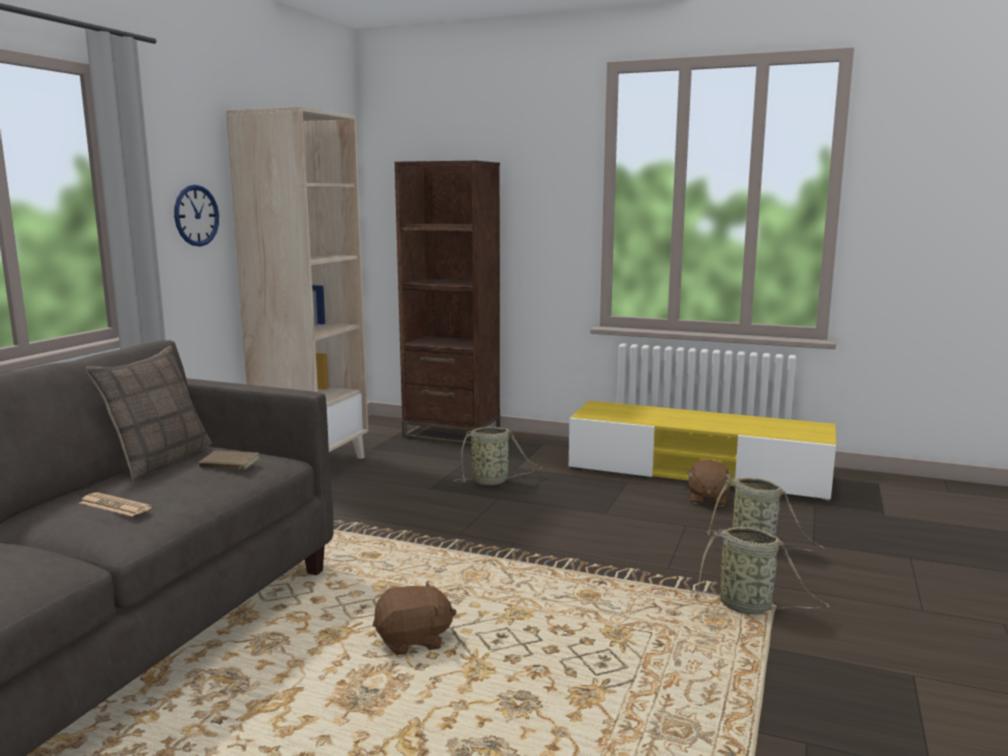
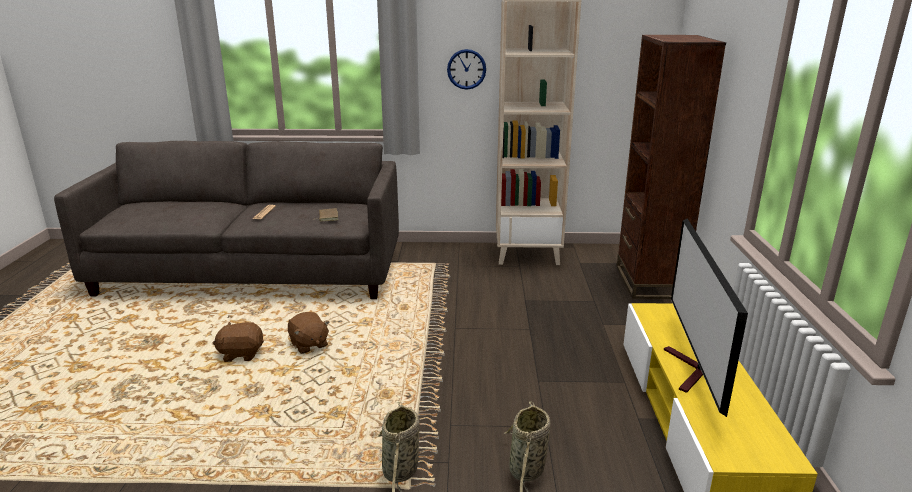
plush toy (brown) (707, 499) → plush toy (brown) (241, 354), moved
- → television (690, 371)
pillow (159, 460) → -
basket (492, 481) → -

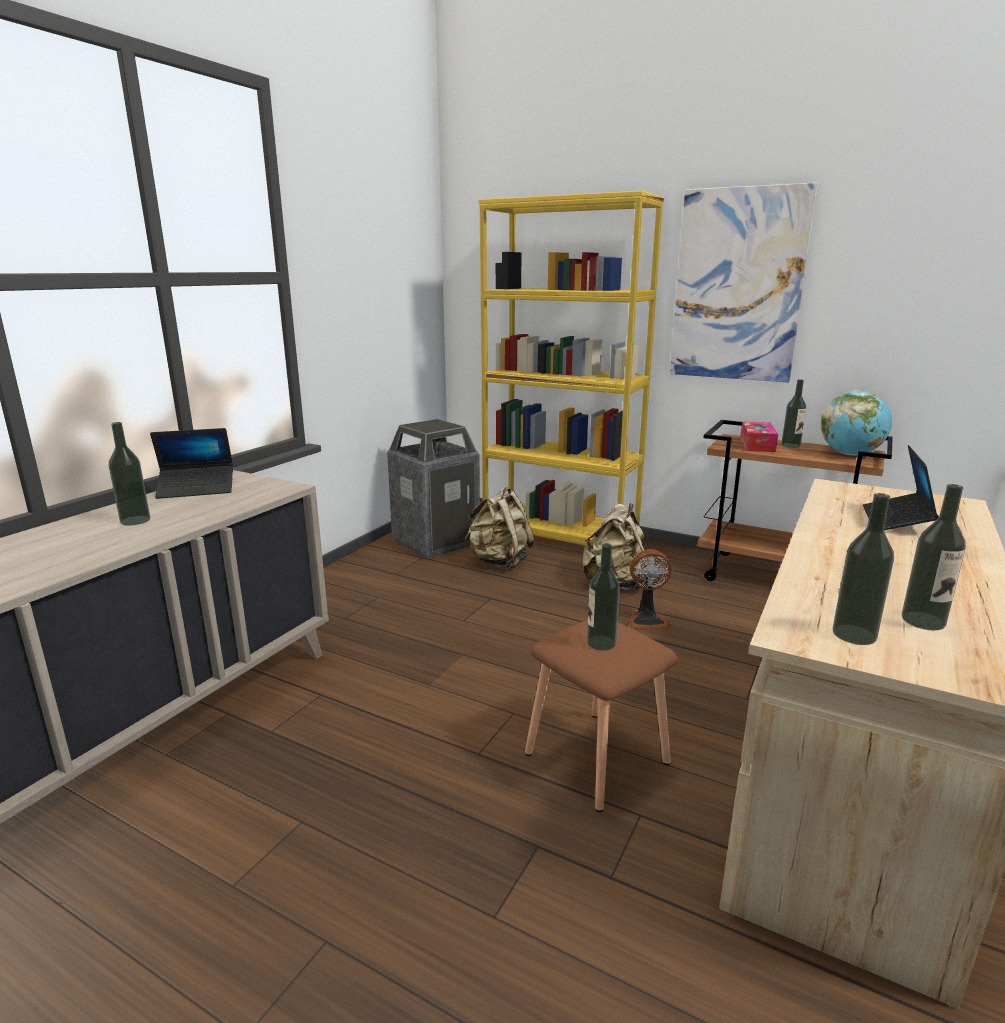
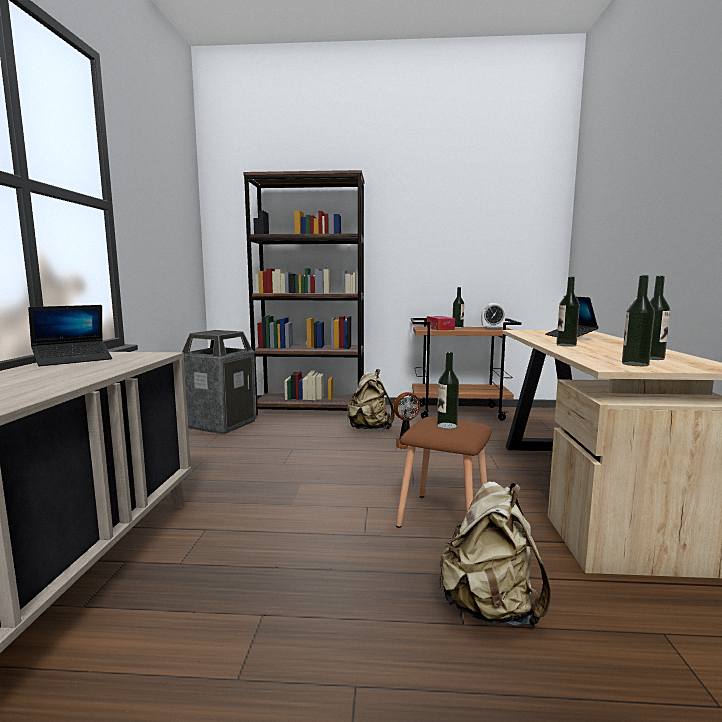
bookcase (yellow) (560, 536) → bookcase (brown) (311, 410)
backpack (beige) (499, 562) → backpack (beige) (490, 607), moved
globe (850, 454) → alarm clock (492, 328)
bottle (135, 520) → bottle (566, 345), moved
picture (737, 286) → -

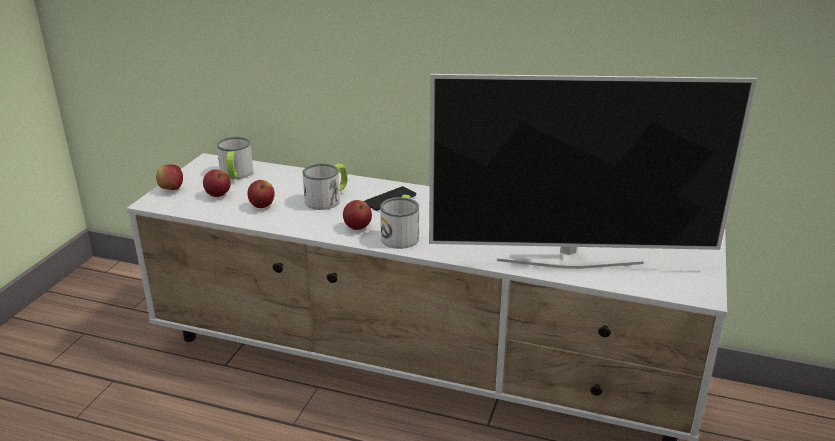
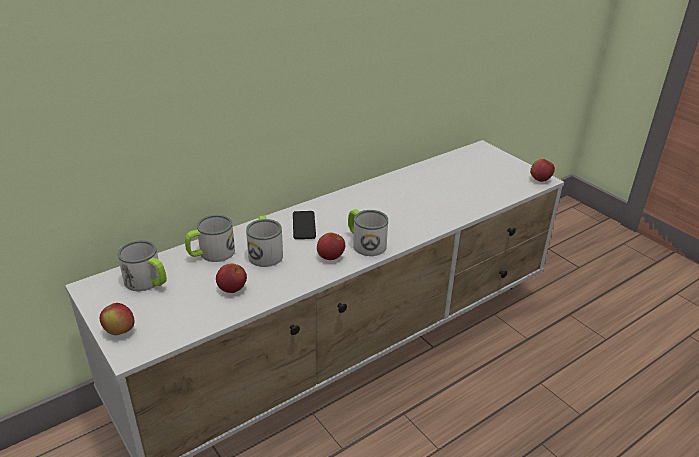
- → mug (211, 254)
apple (218, 195) → apple (540, 180), moved
television (569, 261) → -

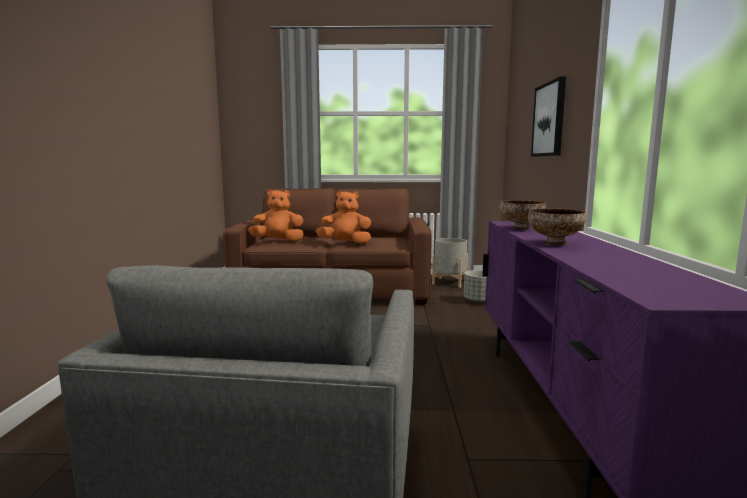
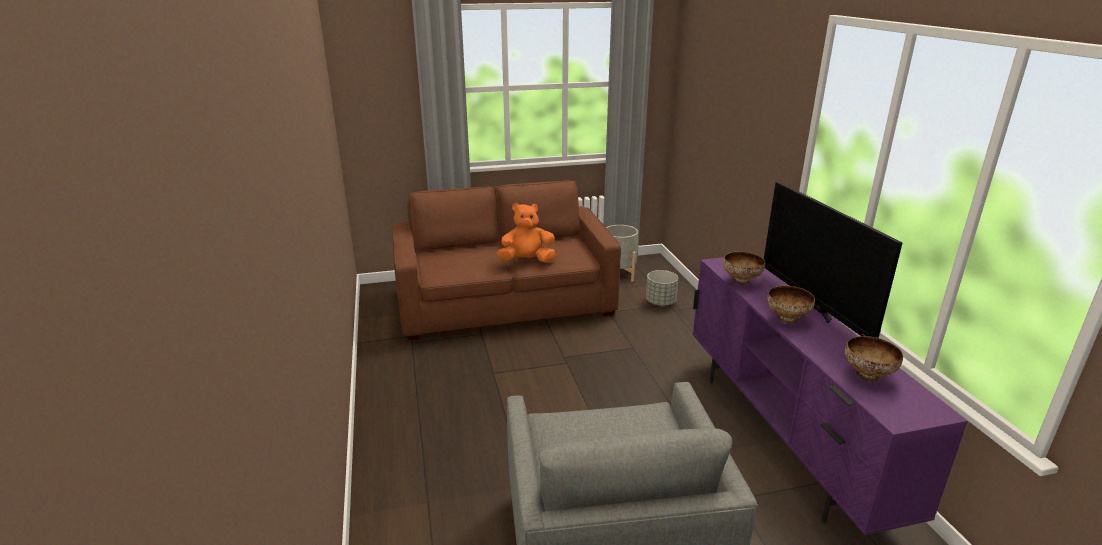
- → television (814, 308)
- → bowl (867, 376)
plush toy (orange) (278, 241) → -
picture (549, 120) → -

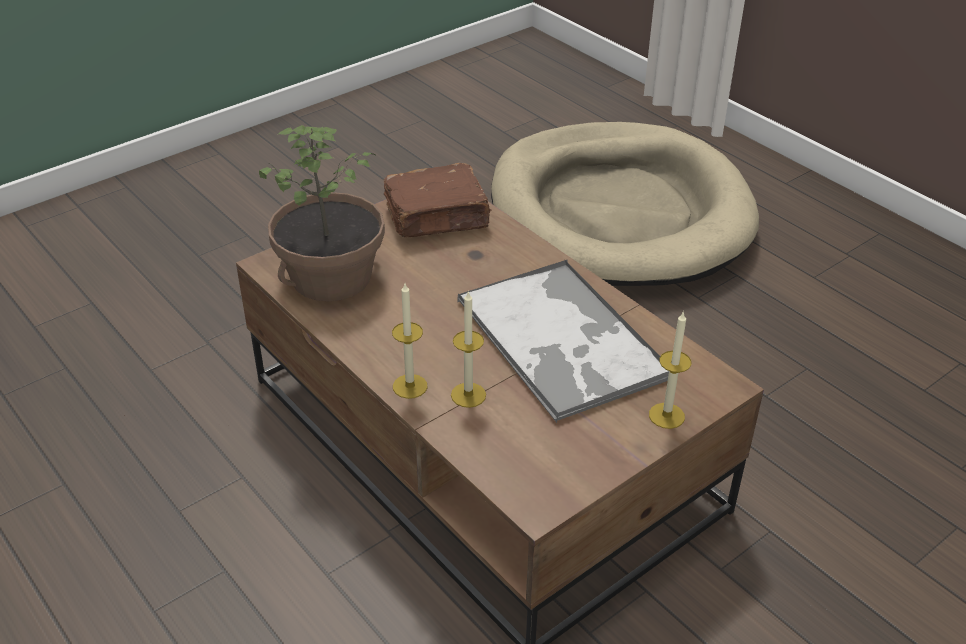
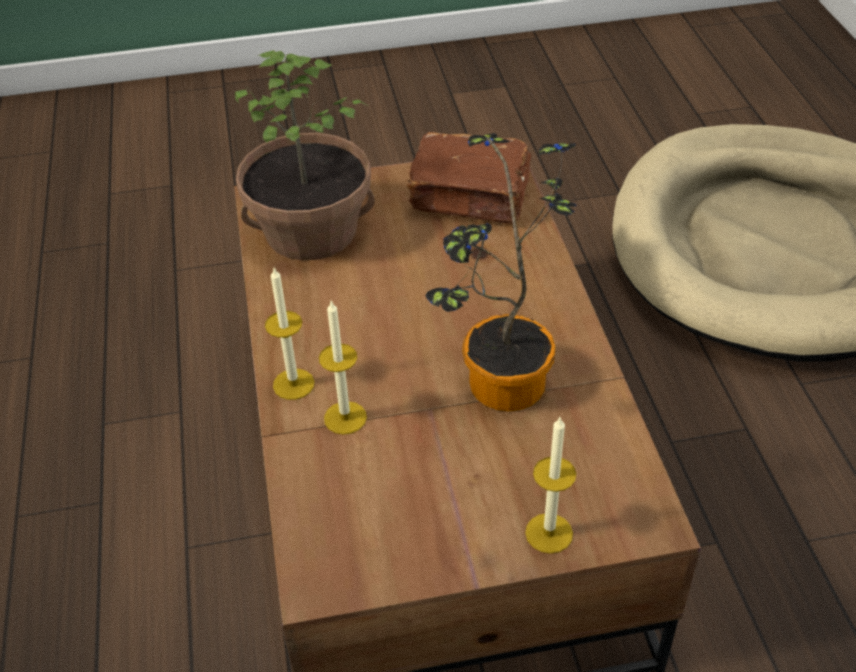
tray (562, 340) → potted plant (498, 390)

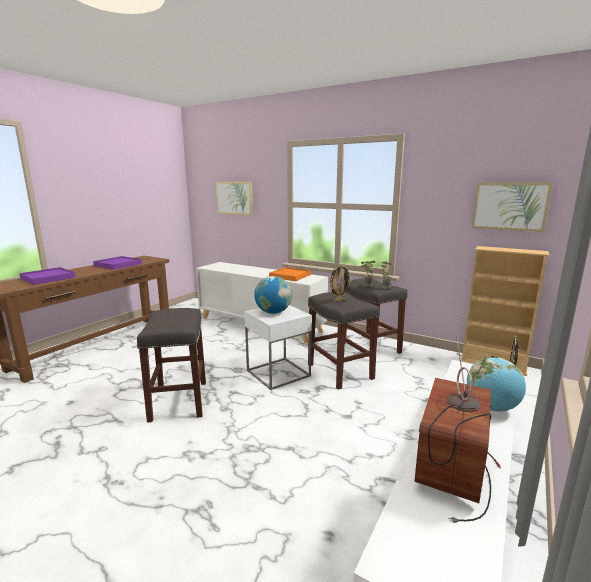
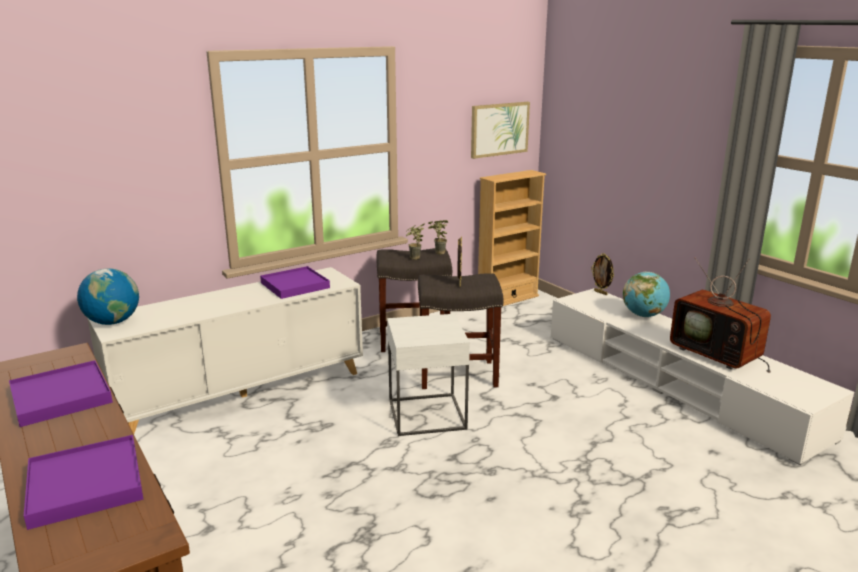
globe (273, 312) → globe (113, 322), moved
tray (orange) (290, 276) → tray (purple) (294, 285)
stool (grey) (178, 400) → -
picture (235, 198) → -

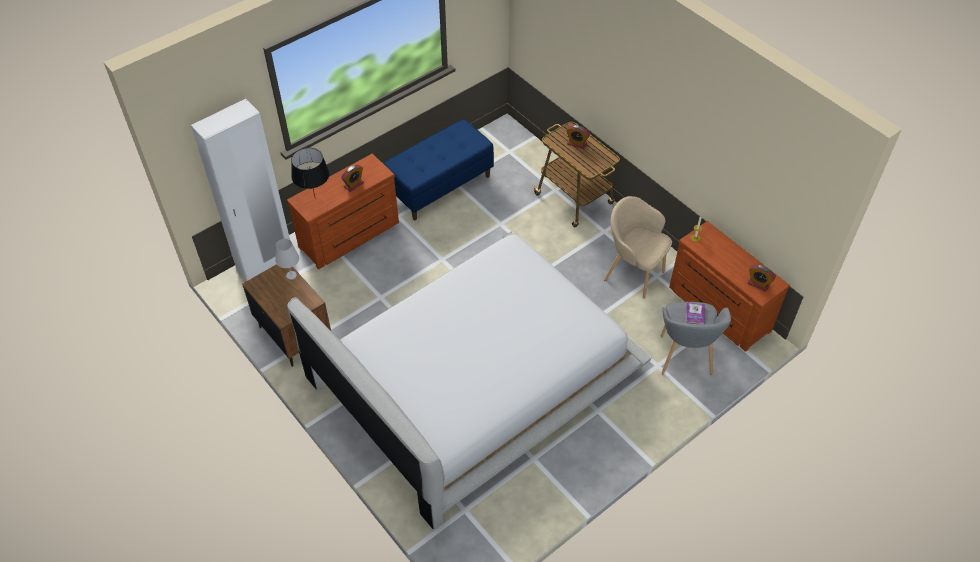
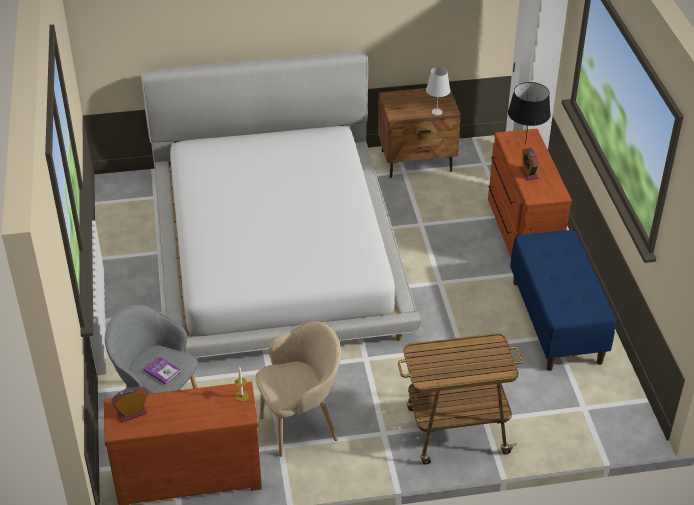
alarm clock (577, 144) → -

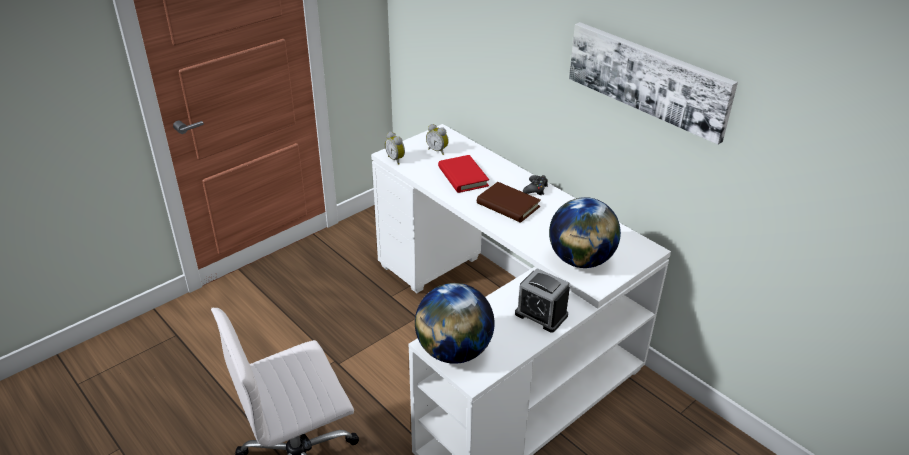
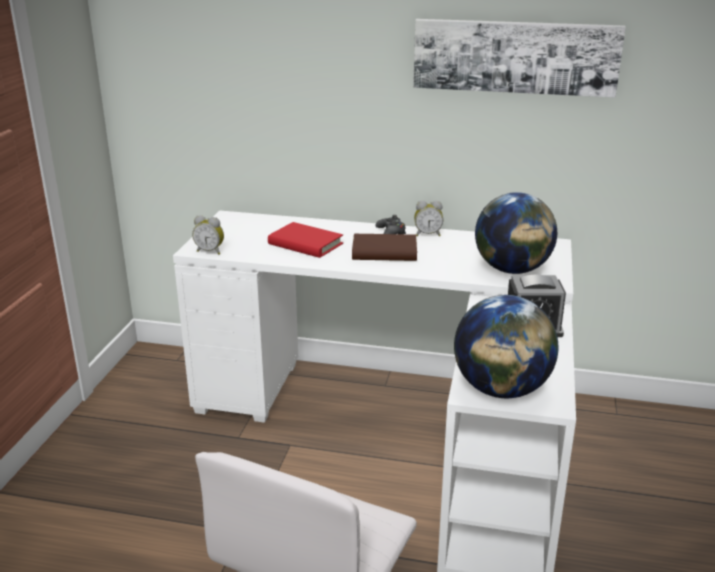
alarm clock (438, 150) → alarm clock (427, 234), moved

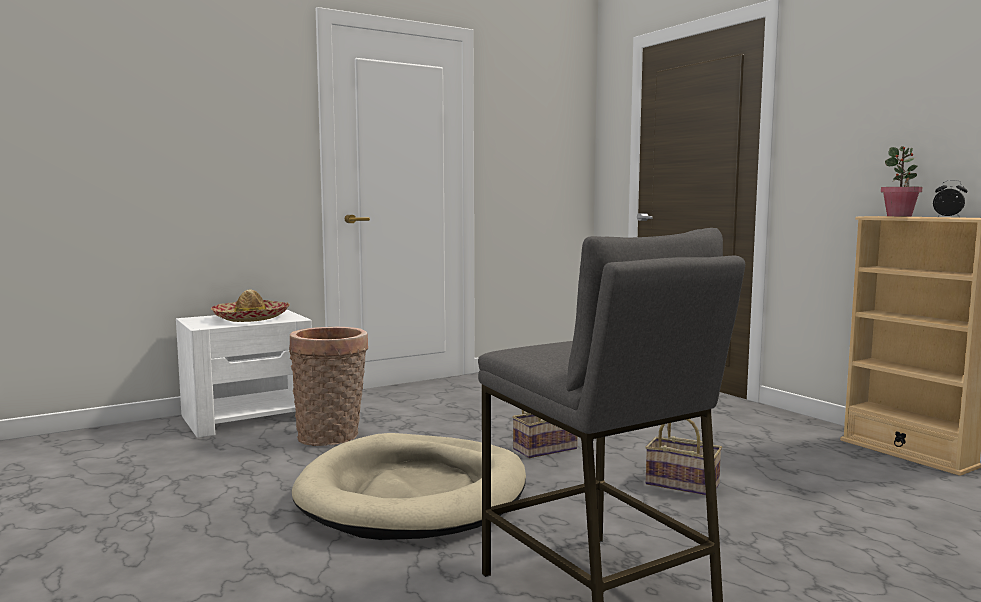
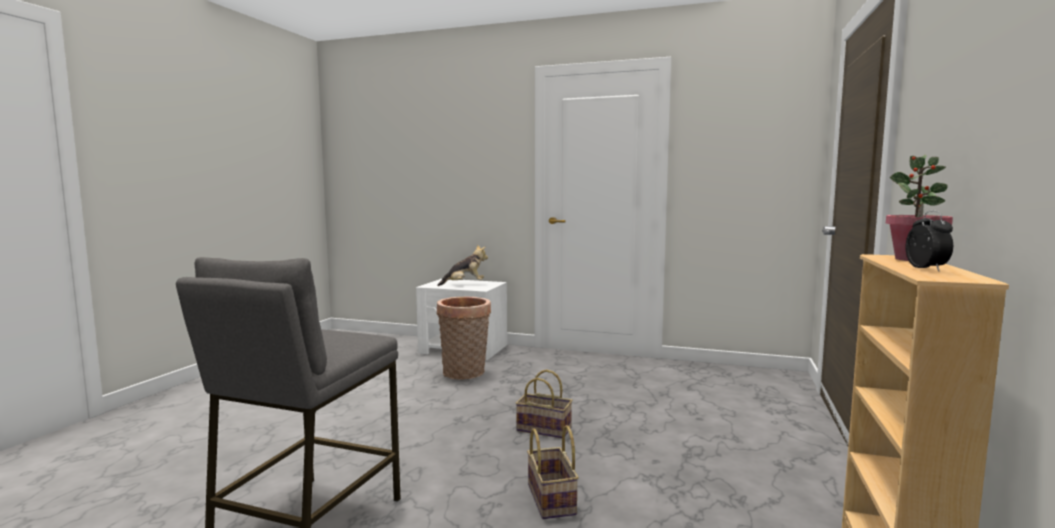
hat (251, 318) → plush toy (465, 285)
dog bed (beige) (414, 494) → -

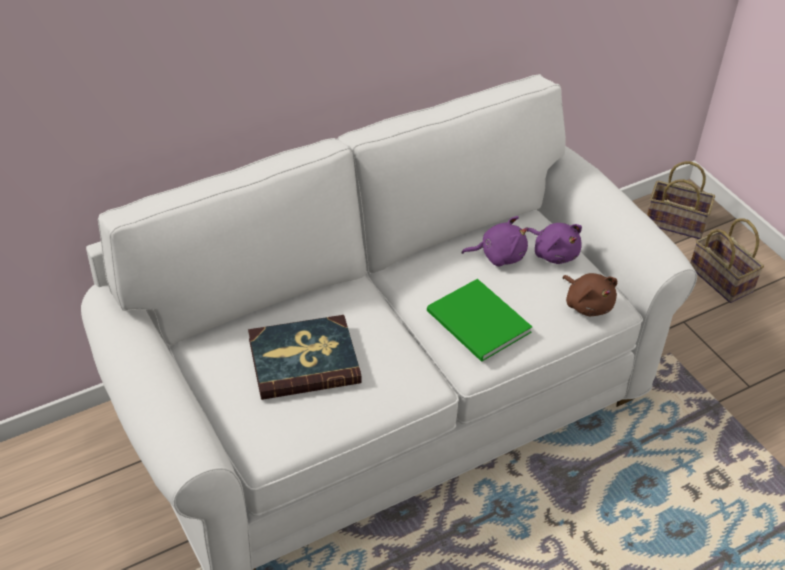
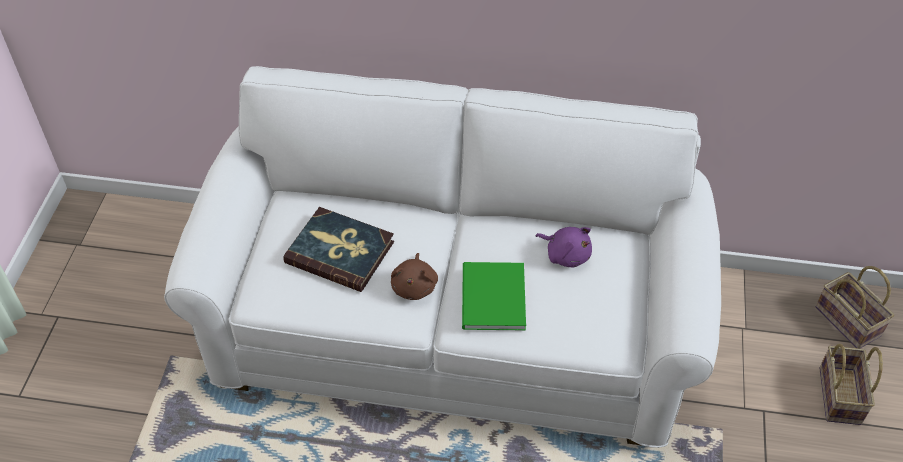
plush toy (brown) (587, 304) → plush toy (brown) (414, 286), moved
plush toy (purple) (554, 253) → -

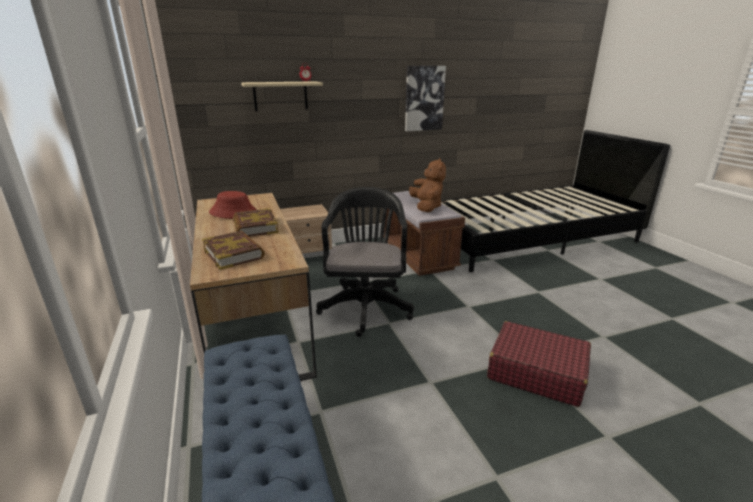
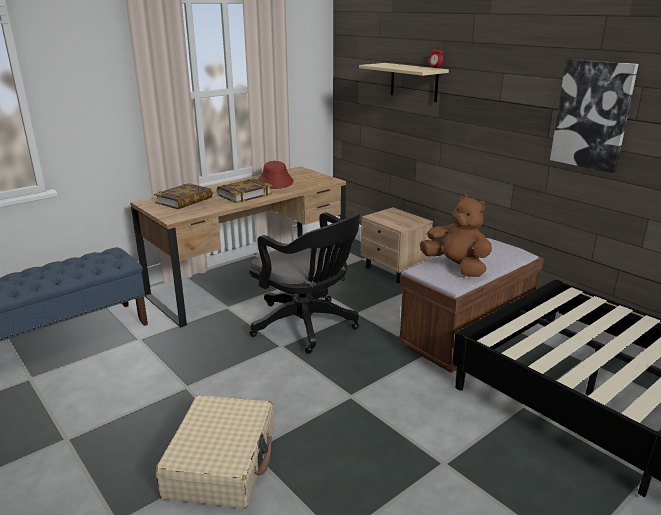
suitcase (red) (536, 372) → suitcase (beige) (222, 462)
office chair (black) (366, 306) → office chair (black) (307, 326), 60 degrees clockwise
plush toy (brown) (426, 207) → plush toy (brown) (456, 267), 105 degrees counterclockwise

